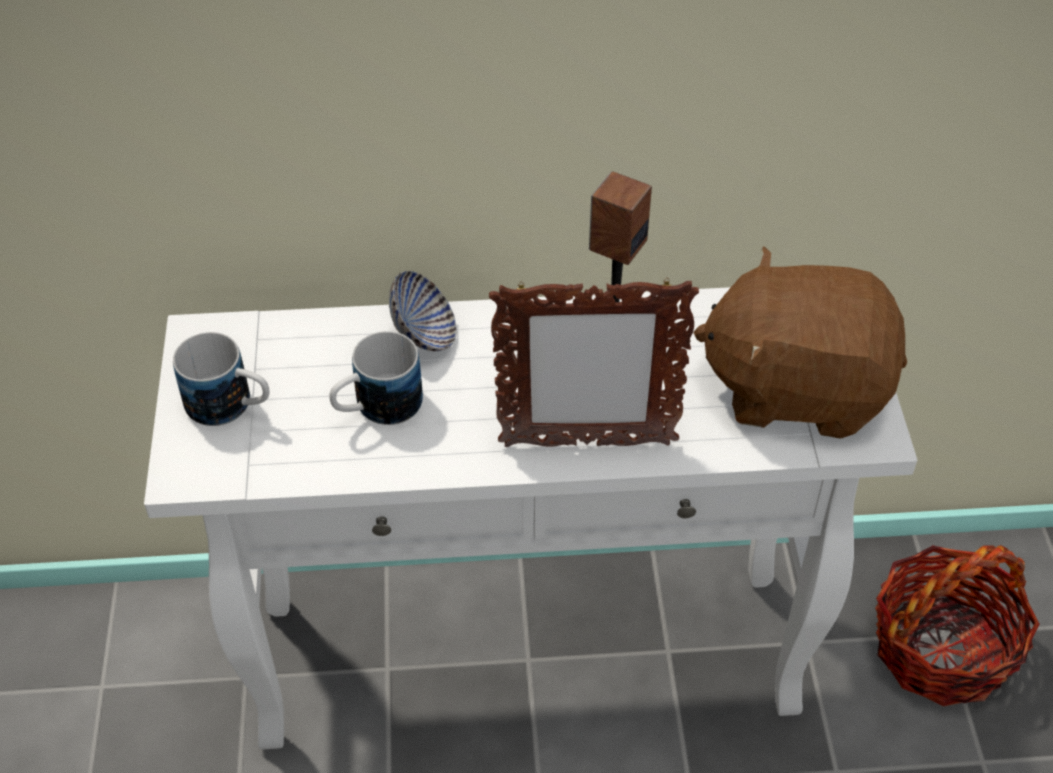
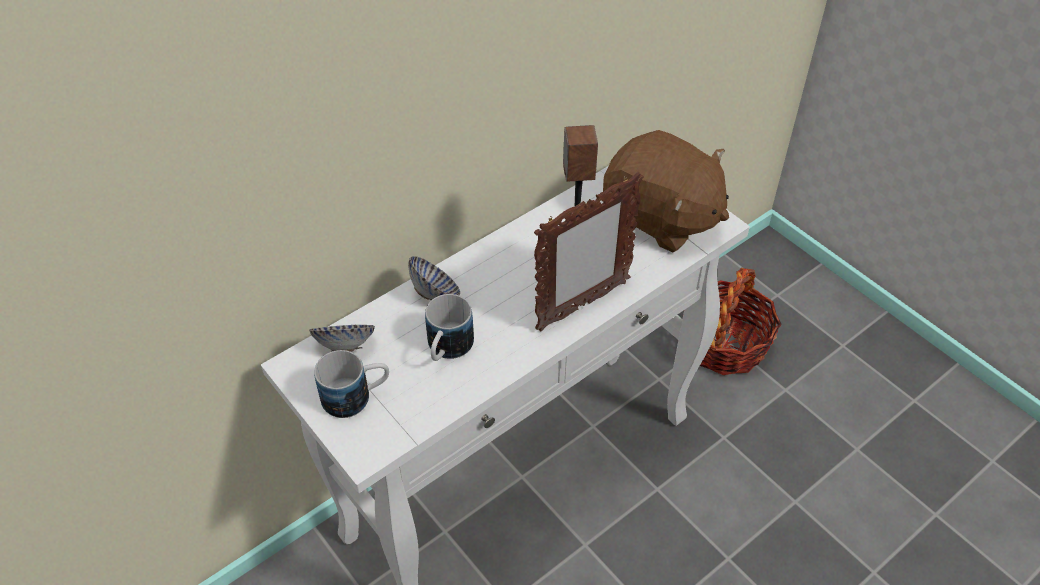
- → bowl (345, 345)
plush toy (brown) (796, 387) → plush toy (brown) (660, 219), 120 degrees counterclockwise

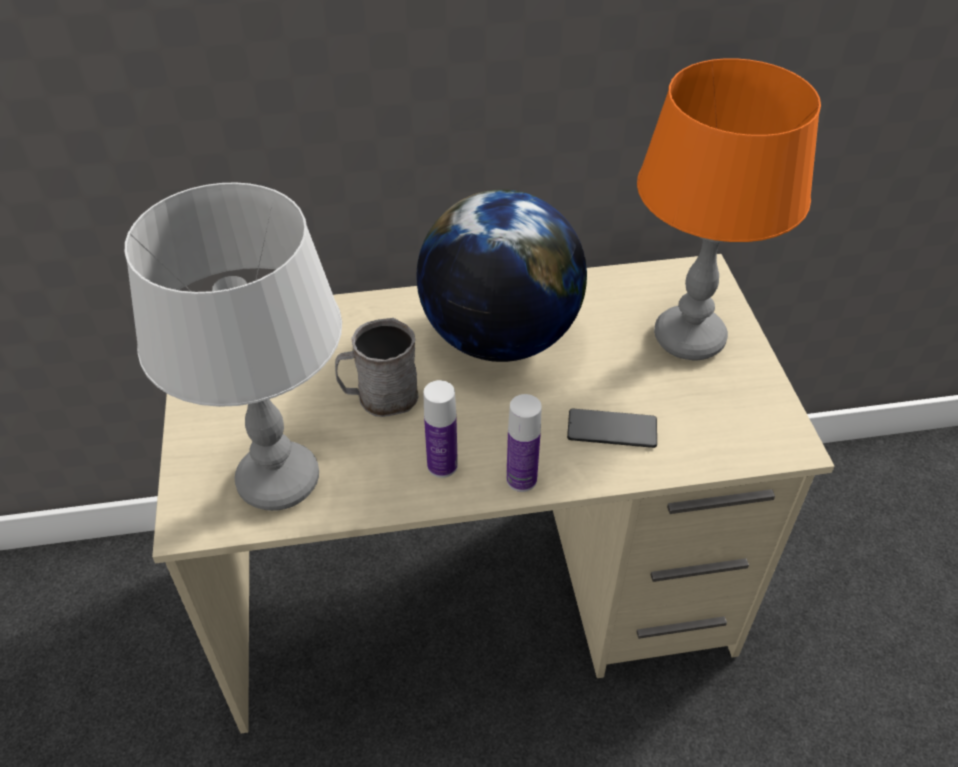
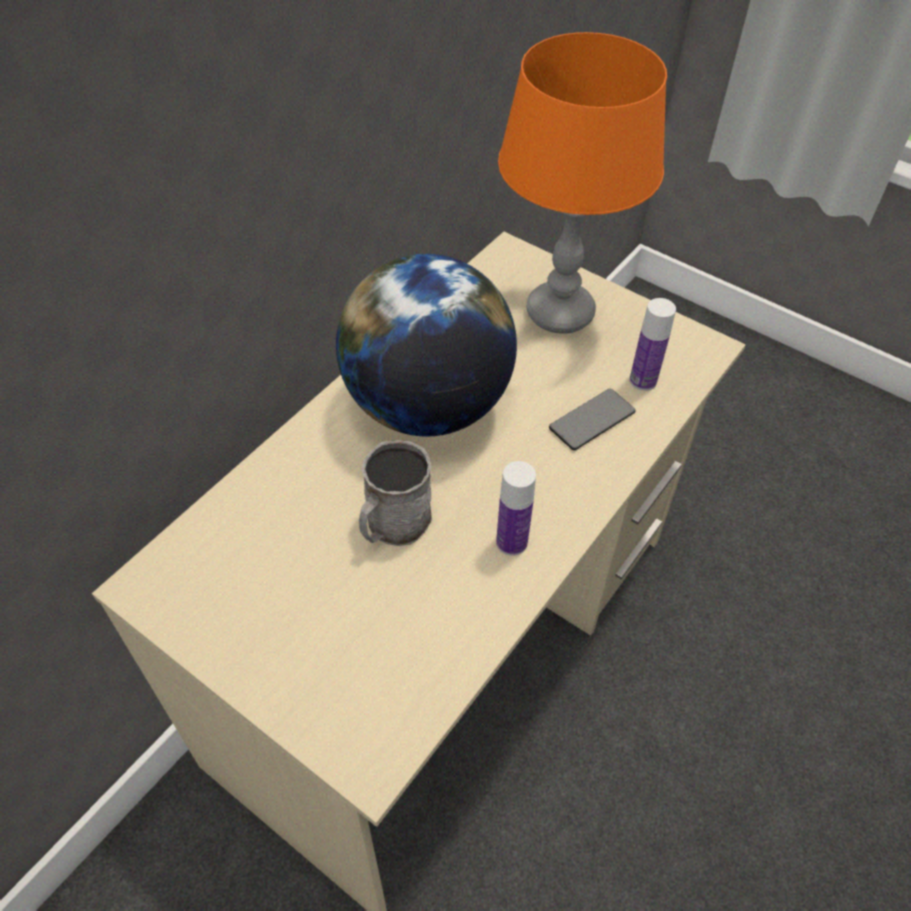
bottle (521, 479) → bottle (643, 380), moved
table lamp (grey) (278, 481) → -

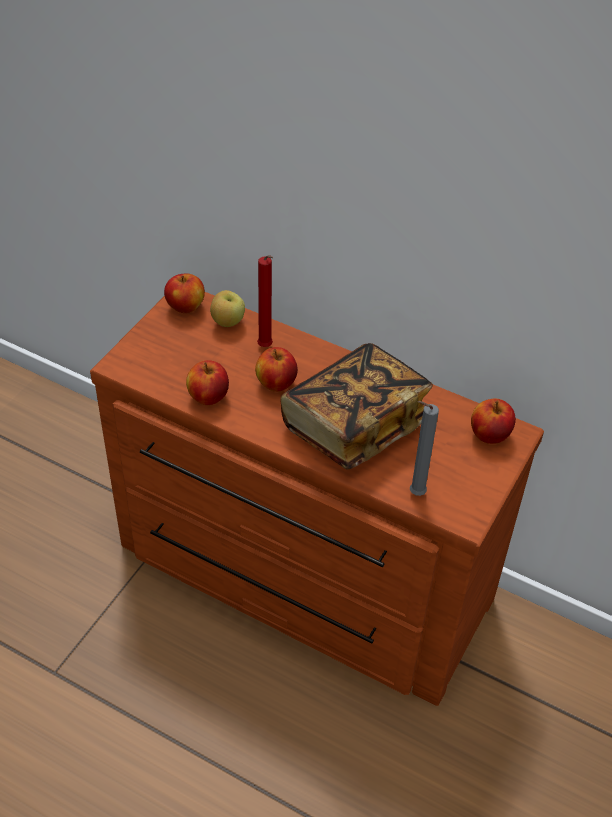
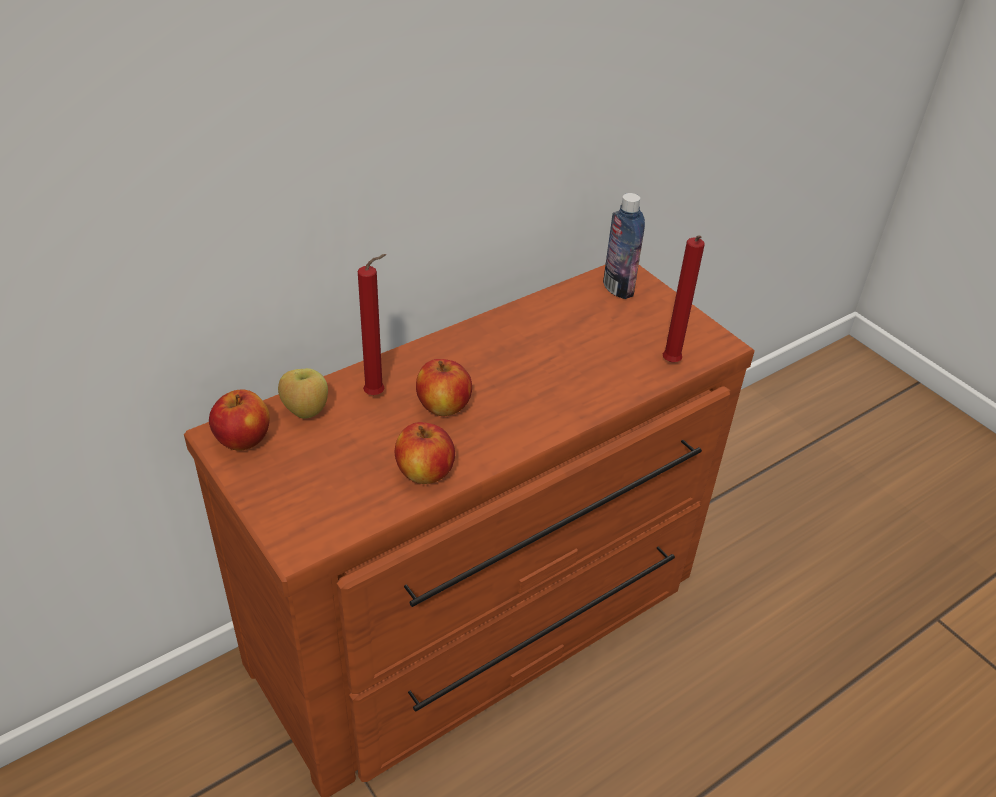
apple (489, 435) → bottle (618, 288)
candle (grey) (414, 493) → candle (red) (670, 364)
book (354, 425) → -

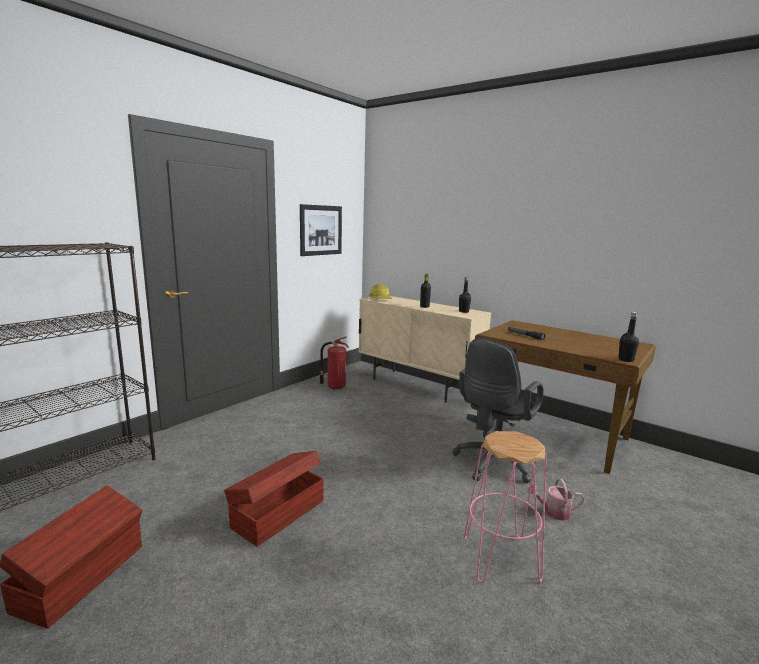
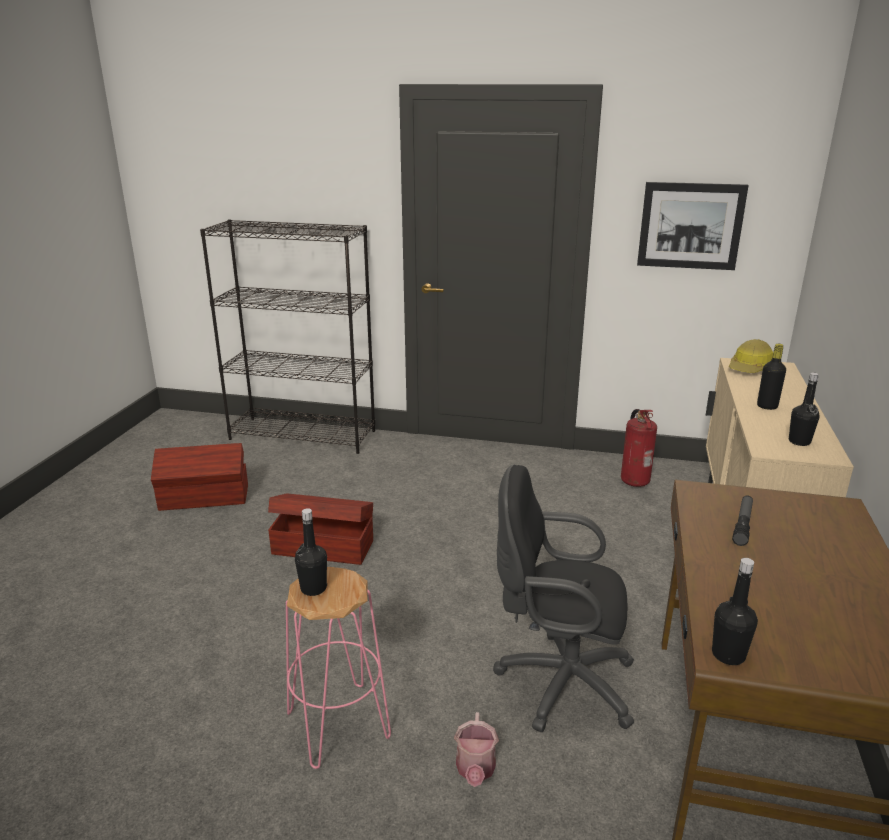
- → bottle (black) (313, 588)
watering can (553, 512) → watering can (475, 770), 150 degrees counterclockwise

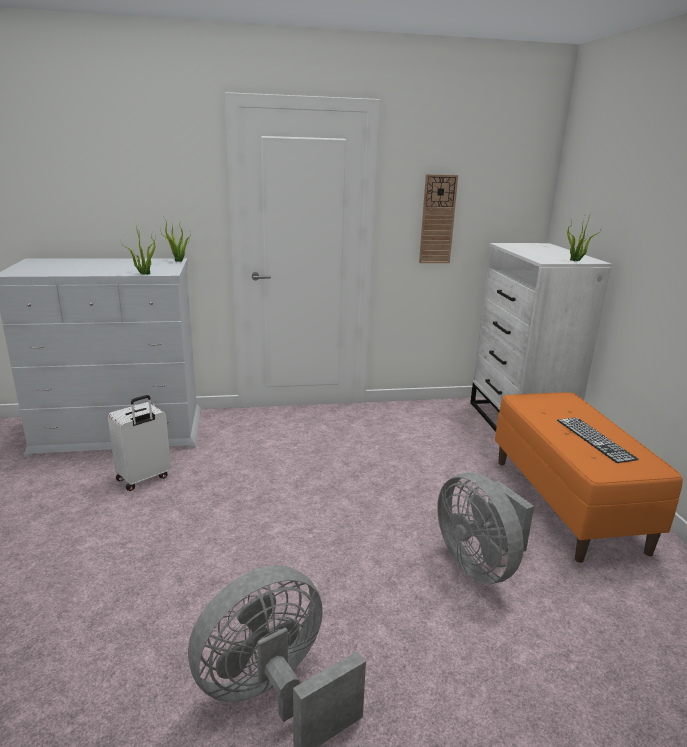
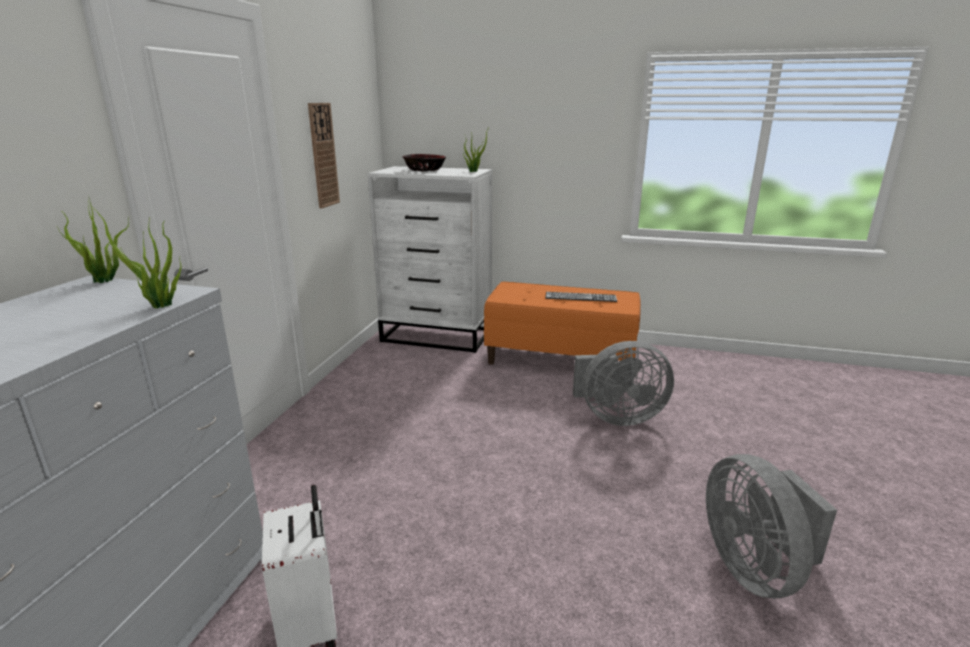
- → bowl (425, 170)

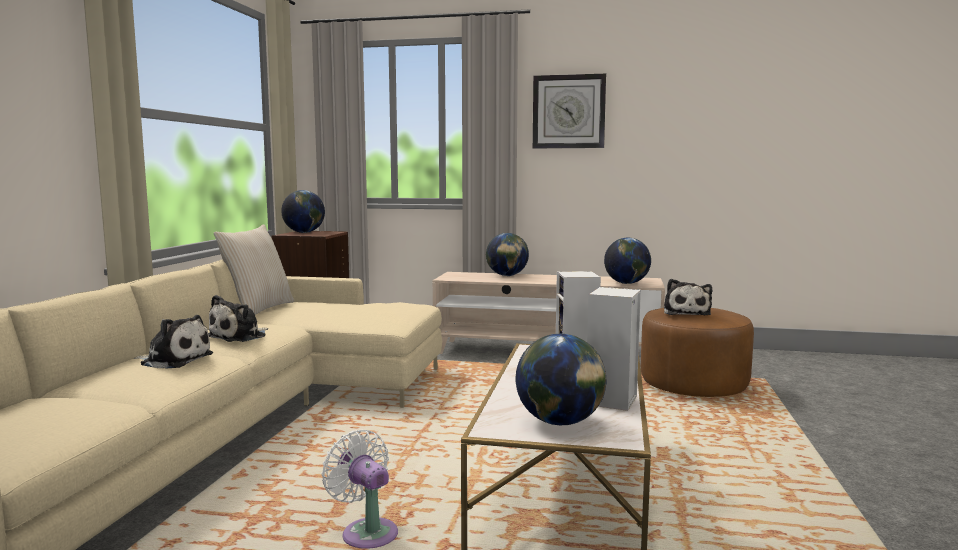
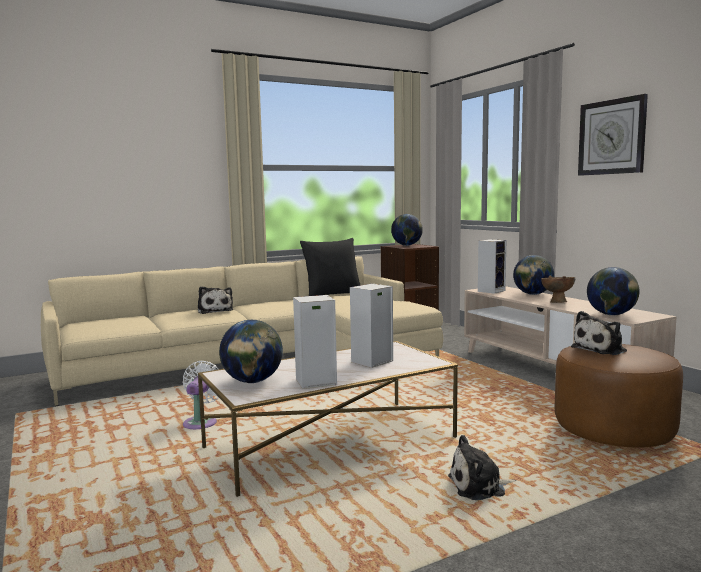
pillow (beige) (258, 310) → pillow (black) (332, 294)
plush toy (239, 336) → plush toy (480, 486), moved
- → speaker (491, 291)
- → bowl (brown) (556, 302)

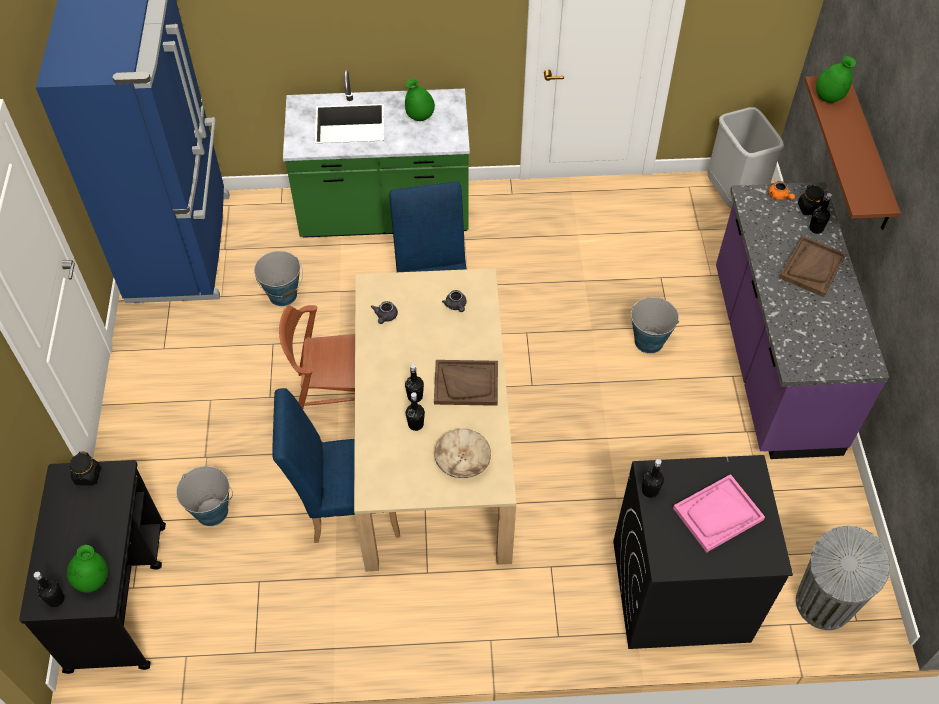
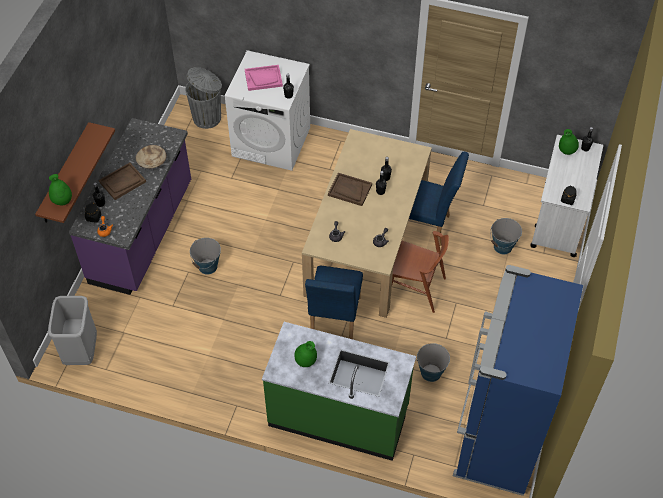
bowl (beige) (462, 460) → bowl (beige) (152, 161), moved
washing machine (black) (679, 591) → washing machine (white) (272, 141)
cart (black) (118, 595) → cart (white) (559, 220)

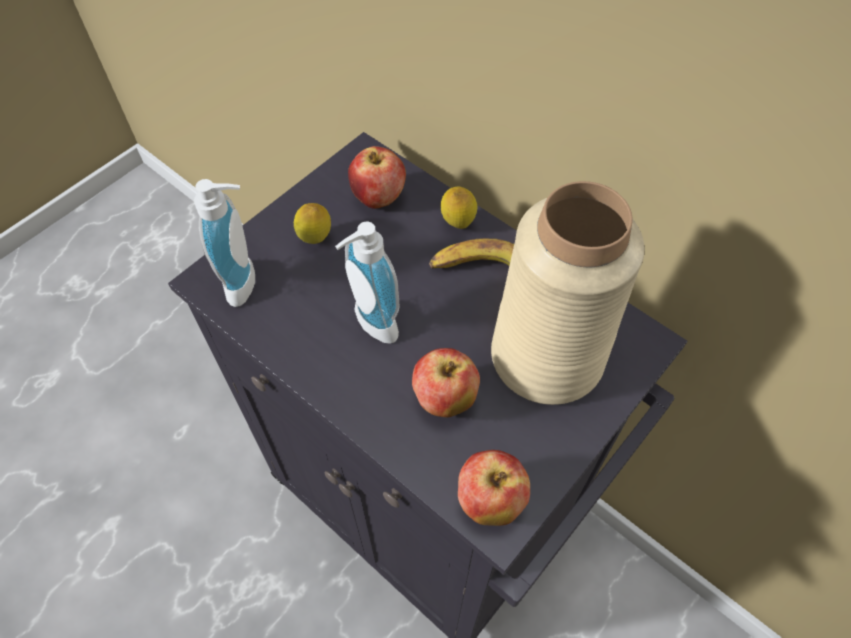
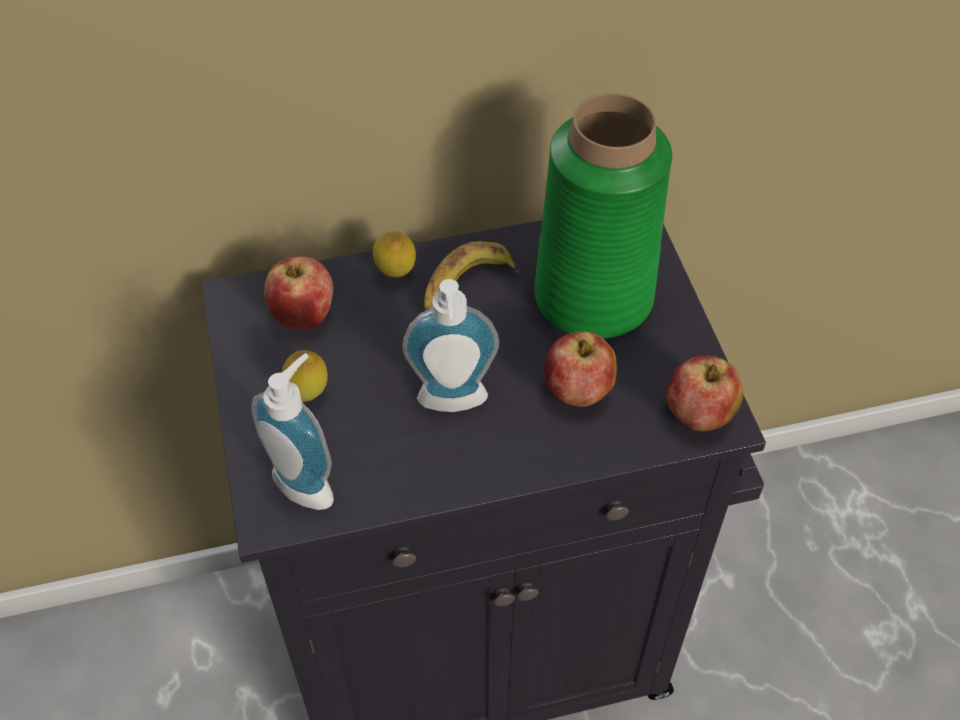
vase (beige) (546, 357) → vase (green) (593, 297)

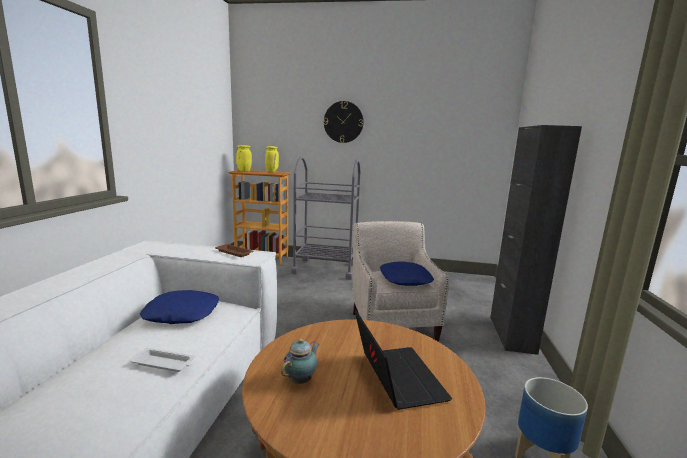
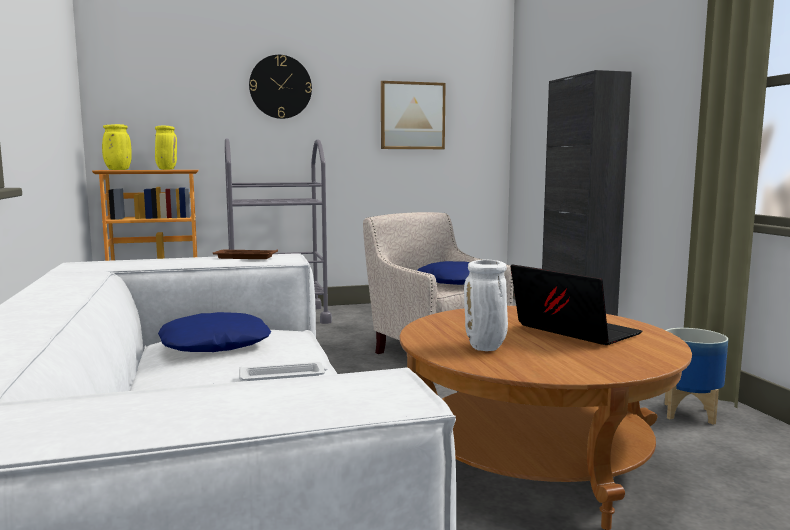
- → picture (412, 116)
teapot (301, 380) → vase (white) (486, 348)

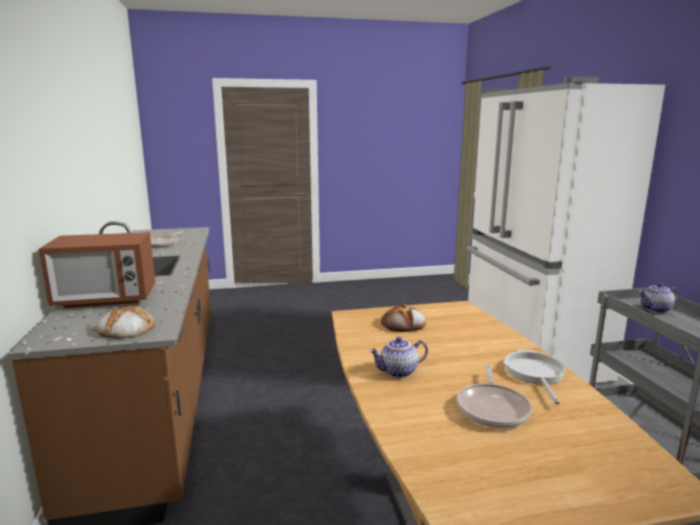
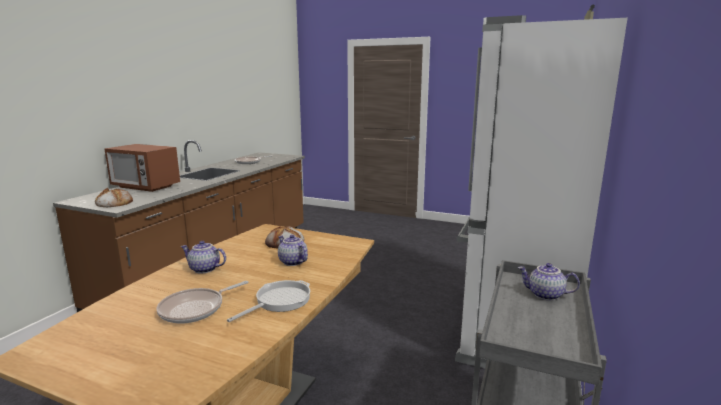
- → teapot (292, 262)

